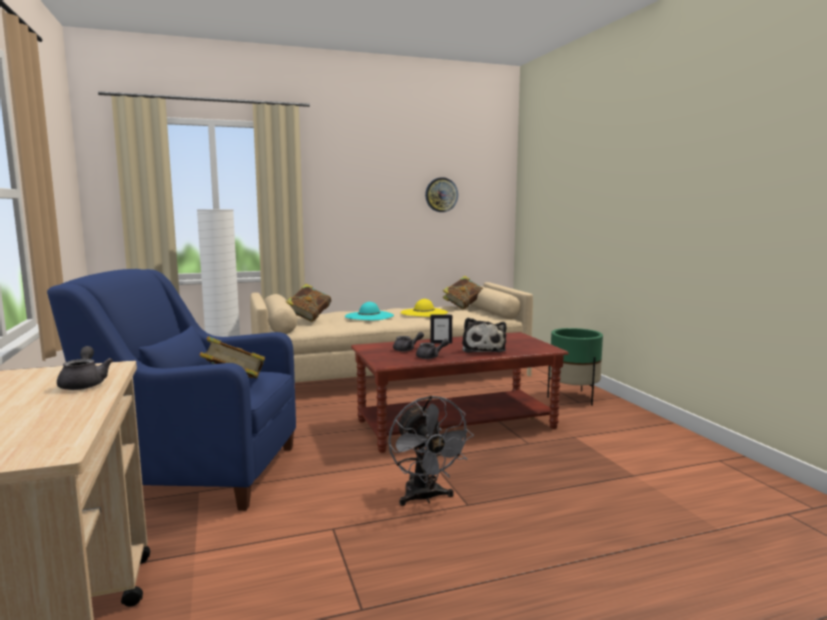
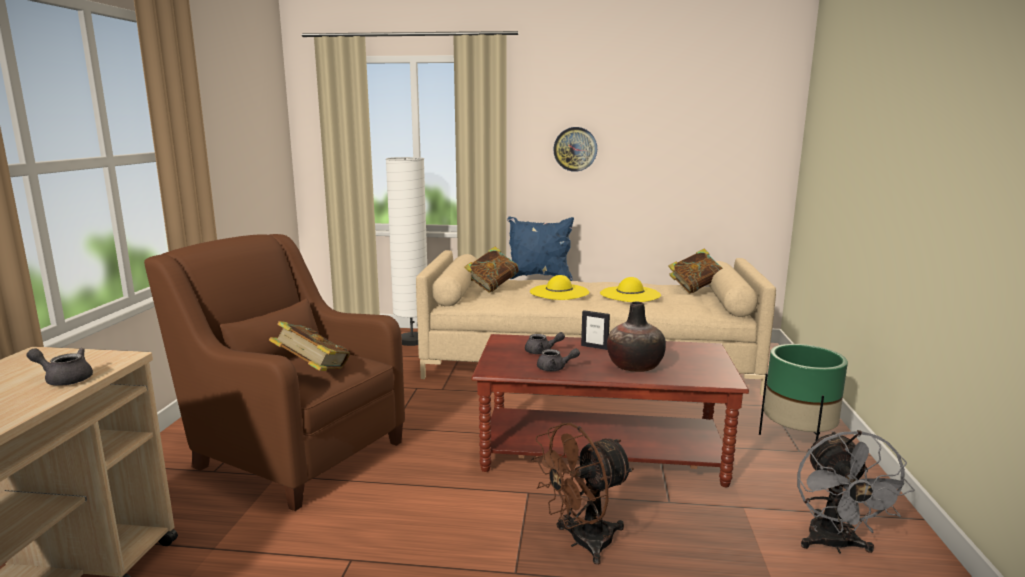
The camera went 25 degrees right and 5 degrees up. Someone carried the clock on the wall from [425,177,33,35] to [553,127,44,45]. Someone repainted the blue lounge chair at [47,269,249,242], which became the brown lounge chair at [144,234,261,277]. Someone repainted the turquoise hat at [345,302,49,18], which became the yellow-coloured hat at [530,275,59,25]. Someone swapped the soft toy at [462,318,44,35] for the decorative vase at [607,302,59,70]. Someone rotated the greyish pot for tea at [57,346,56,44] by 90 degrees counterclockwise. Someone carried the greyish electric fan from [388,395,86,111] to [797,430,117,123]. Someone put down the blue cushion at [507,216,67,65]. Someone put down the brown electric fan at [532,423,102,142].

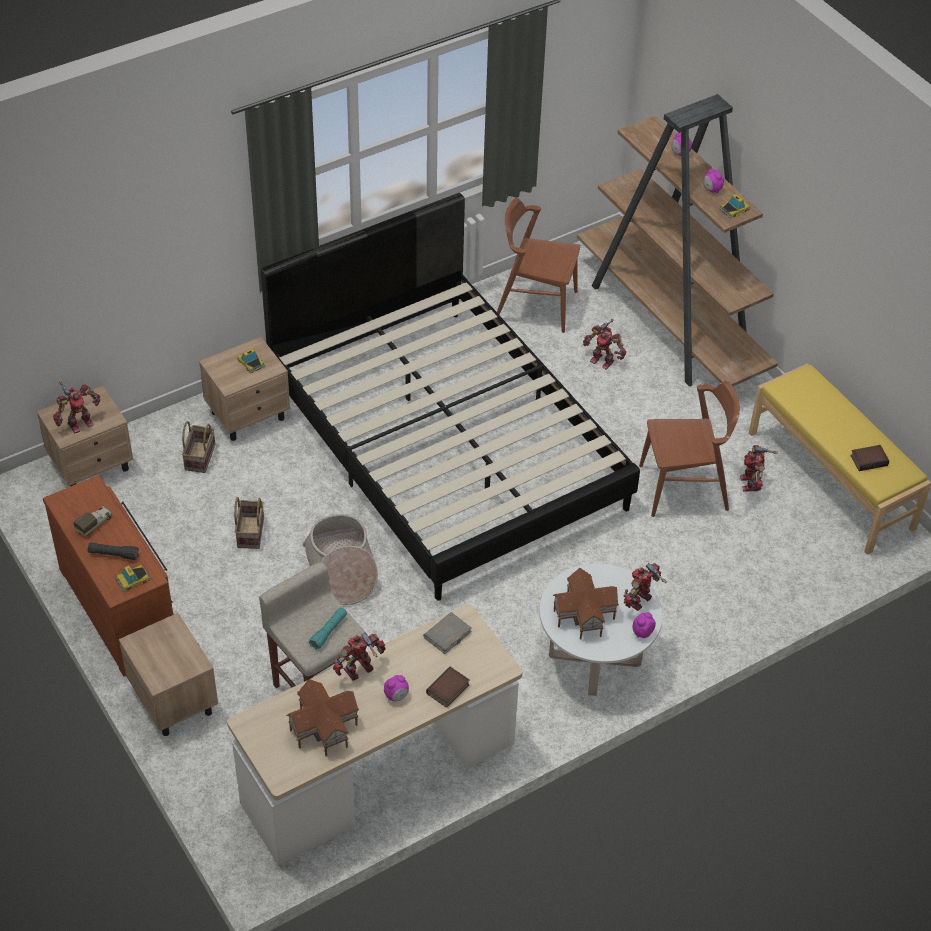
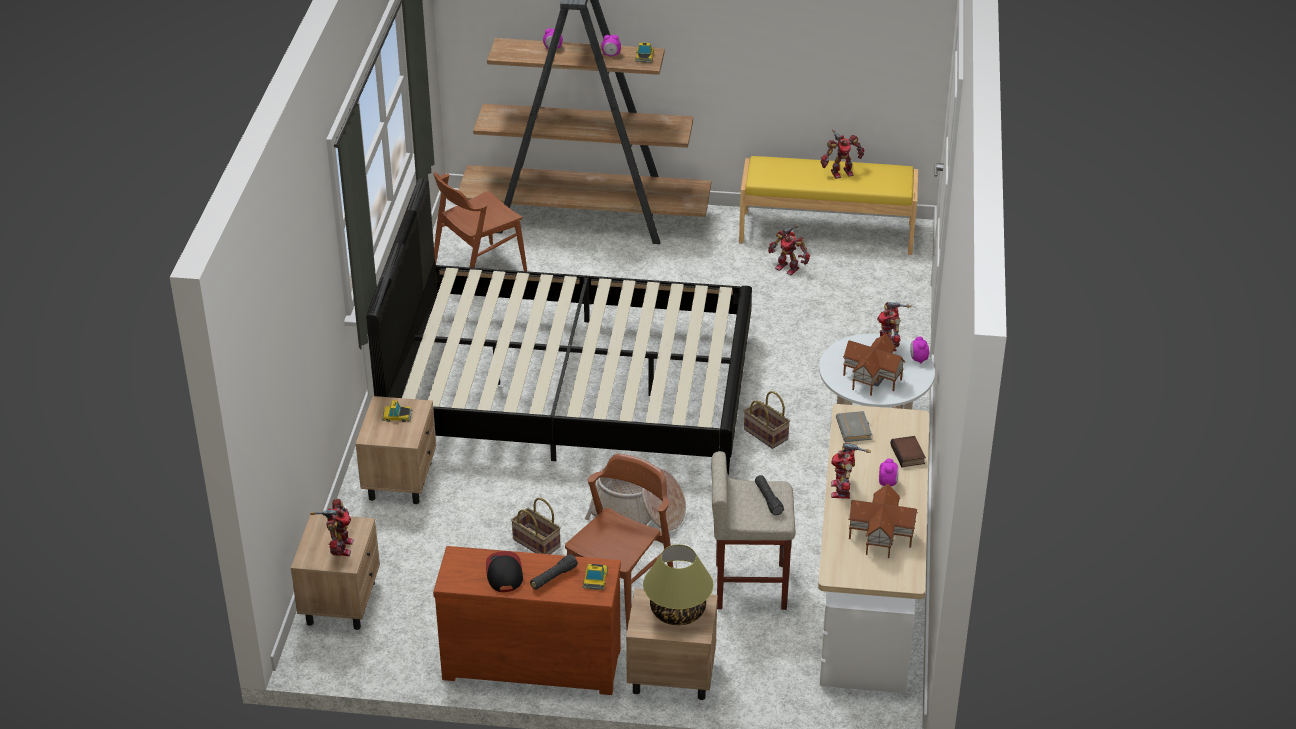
The camera went 50 degrees left and 10 degrees down. Someone carried the toy robot from [583,319,43,50] to [821,130,44,49]. Someone carried the brown plain chair from [639,381,101,136] to [565,454,108,175]. Someone carried the storage basket from [182,421,33,52] to [744,391,46,58]. Someone took away the volume at [850,445,39,26]. Someone swapped the model truck at [73,506,39,30] for the baseball cap at [486,551,37,41]. Someone repainted the turquoise hand torch at [309,607,38,43], which became the black-coloured hand torch at [755,475,29,40]. Someone put down the tabletop lamp at [643,544,70,81].

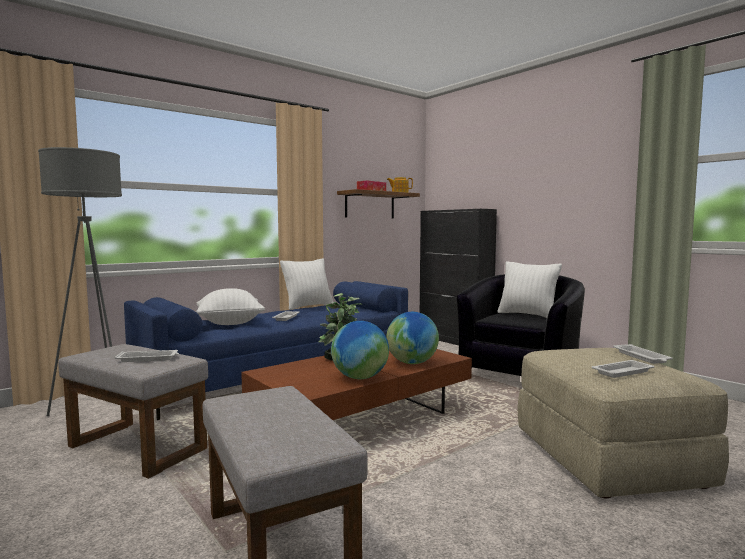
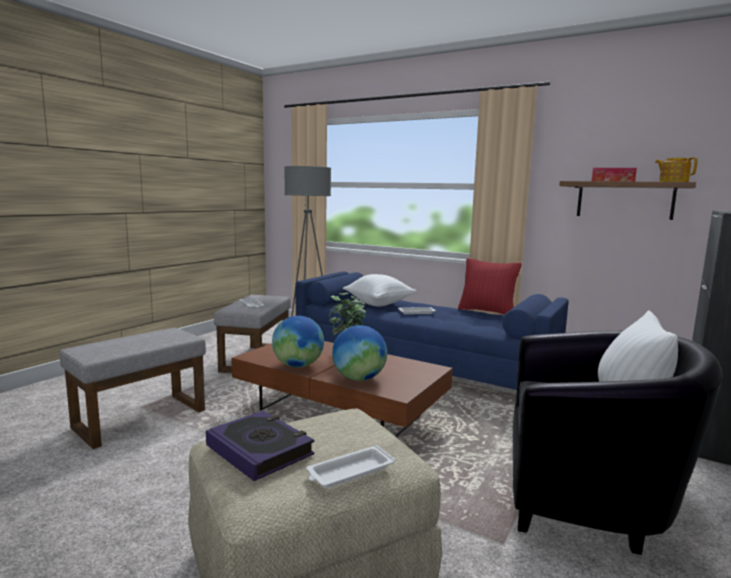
The camera went 70 degrees right and 5 degrees up. Someone repainted the white-coloured cushion at [280,258,54,52], which became the red cushion at [458,258,64,57]. Someone swapped the white-coloured carrying tray at [592,360,63,18] for the volume at [206,411,109,70].

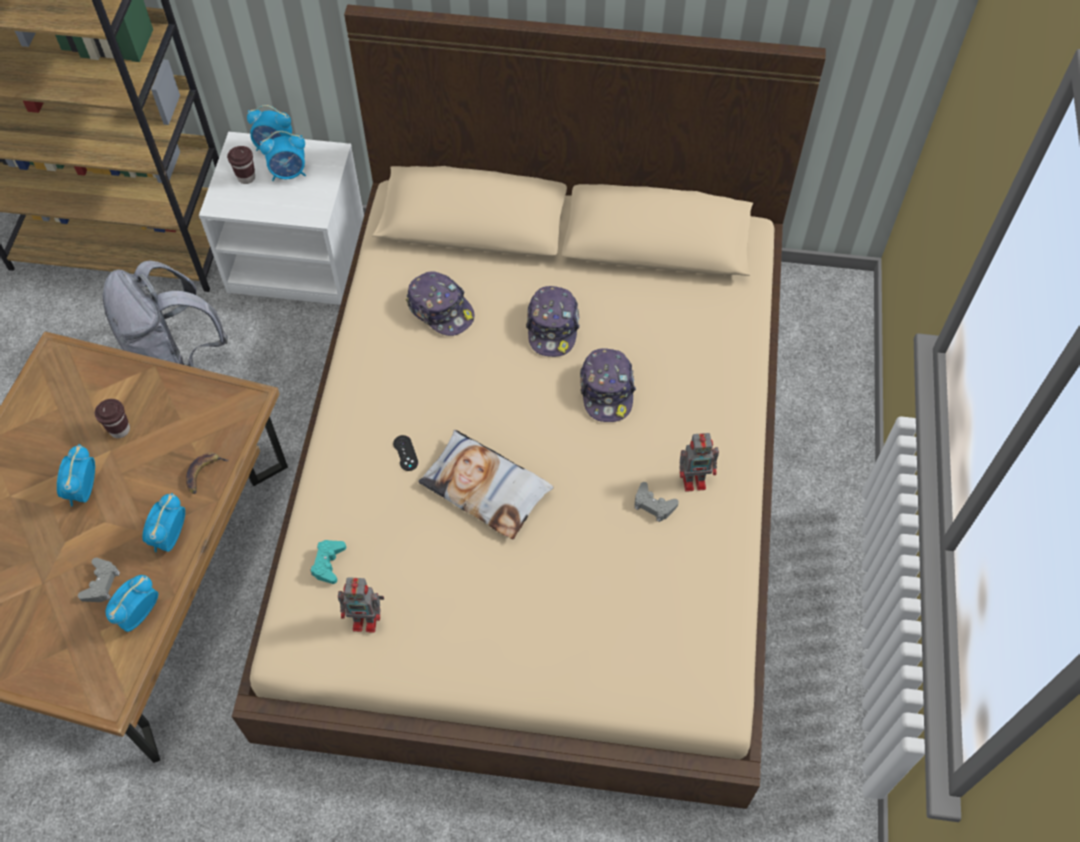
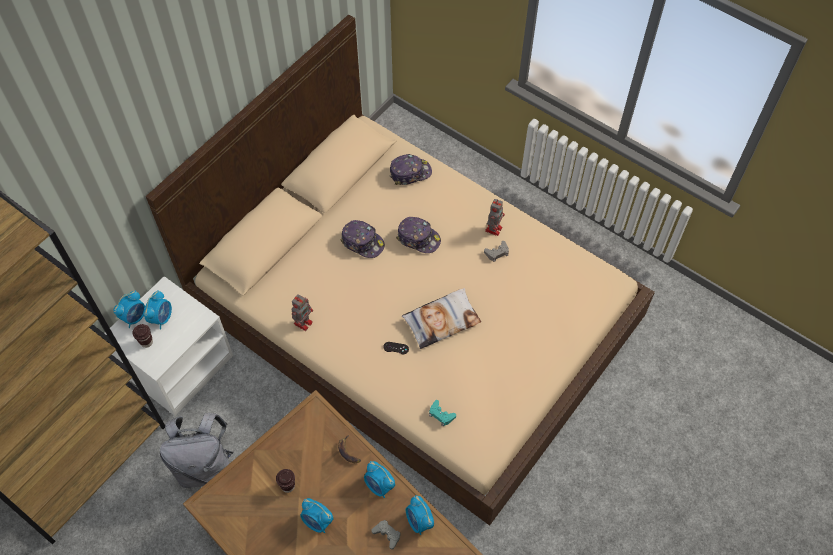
The camera went 60 degrees left and 0 degrees up. Someone carried the baseball cap from [406,271,68,65] to [390,154,42,31]. Someone carried the toy robot from [338,577,46,56] to [291,294,22,37].

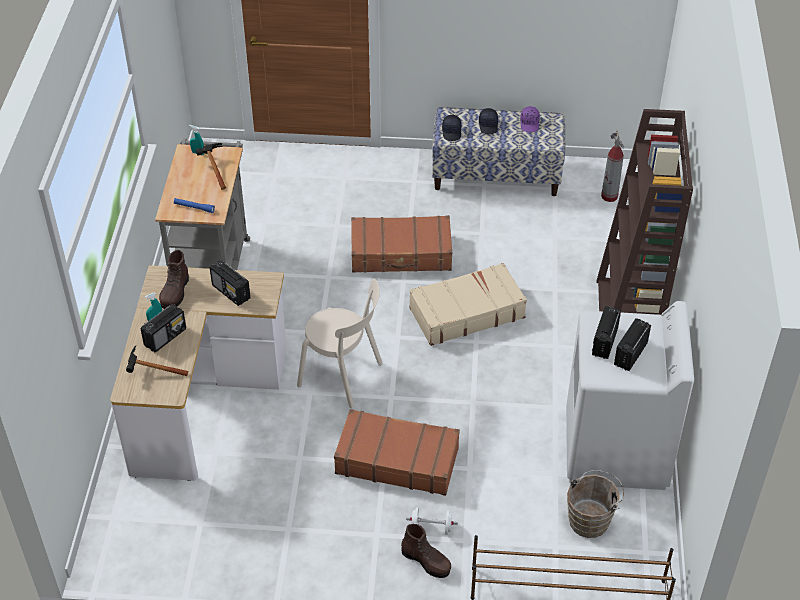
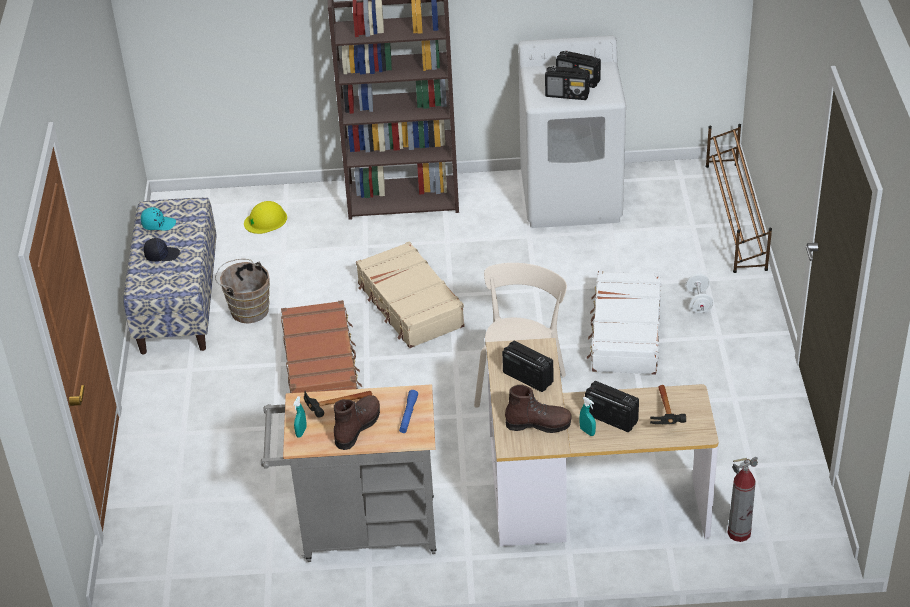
The camera went 95 degrees left and 5 degrees down. Someone repainted the purple baseball cap at [520,106,20,26], which became the turquoise baseball cap at [141,207,35,23]. Someone took away the black-coloured baseball cap at [442,115,19,26]. Someone carried the fire-fighting cylinder from [601,131,23,71] to [728,457,30,85]. Someone rotated the radio set at [210,260,41,46] by 90 degrees counterclockwise. Someone repainted the brown piece of luggage at [334,409,126,87], which became the white-coloured piece of luggage at [587,271,74,104]. Someone carried the brown bucket from [567,470,57,68] to [215,259,55,64]. Someone carried the brown boot from [401,524,50,54] to [334,395,46,55]. Someone put down the yellow-coloured work helmet at [244,201,43,33].

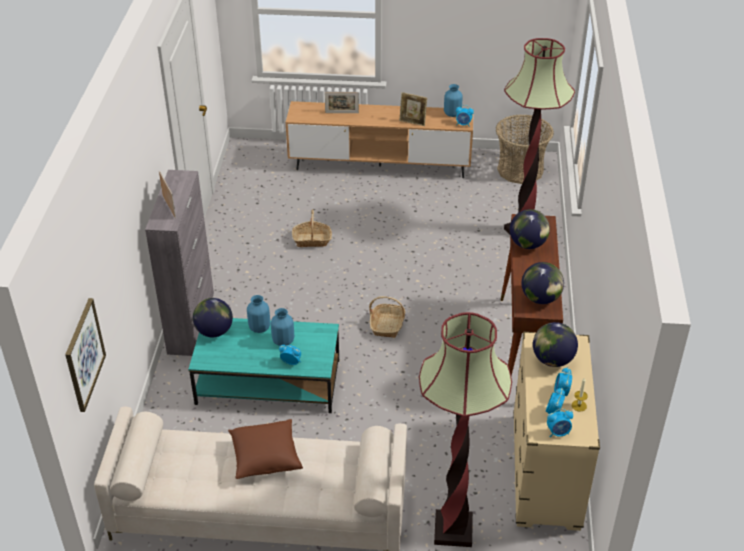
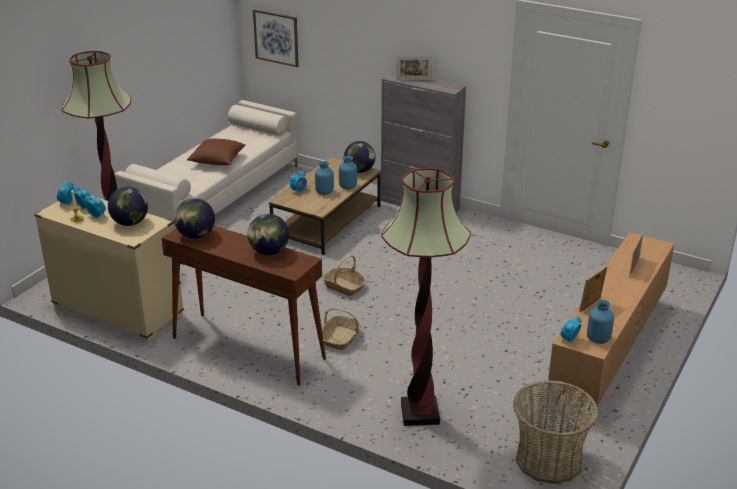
The camera went 115 degrees right and 10 degrees down. Someone carried the storage basket from [292,209,40,38] to [322,307,39,43]. Someone repainted the turquoise low table at [188,318,151,95], which became the brown low table at [269,157,112,98].

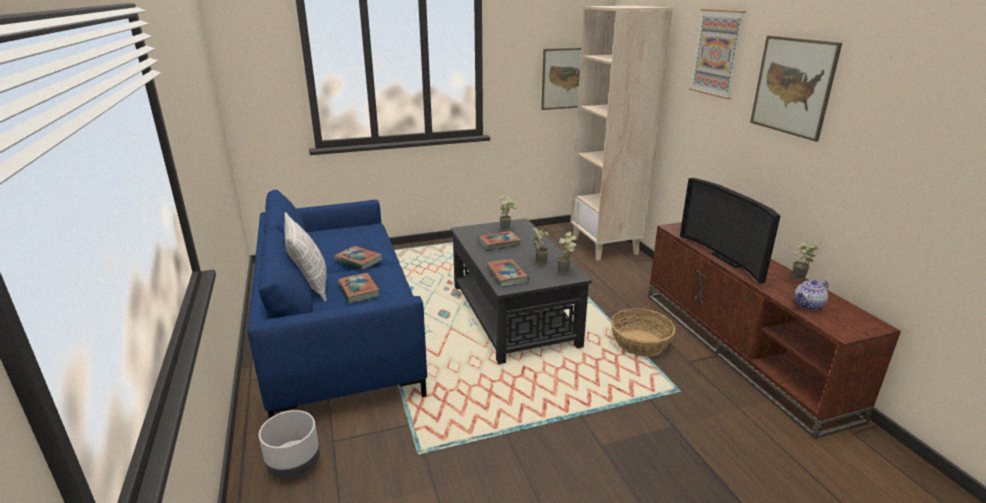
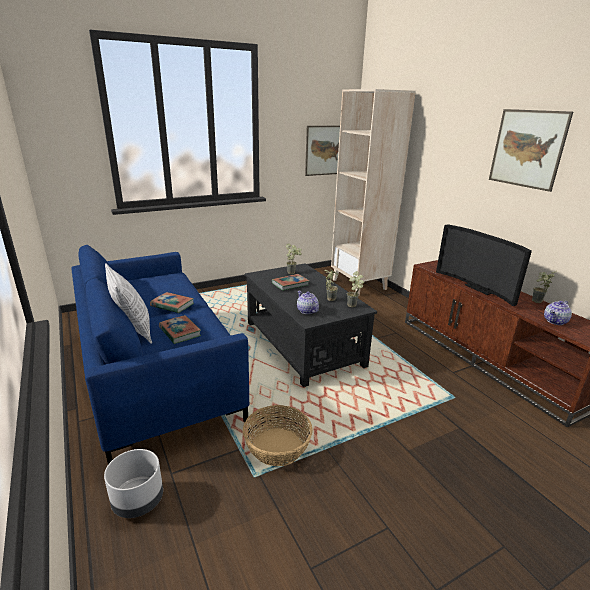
The camera went 10 degrees left and 0 degrees up. Someone took away the wall picture at [689,9,57,90]. Someone swapped the volume at [487,259,42,28] for the pot for tea at [297,291,22,23]. Someone carried the storage basket from [611,308,65,49] to [243,405,70,61].

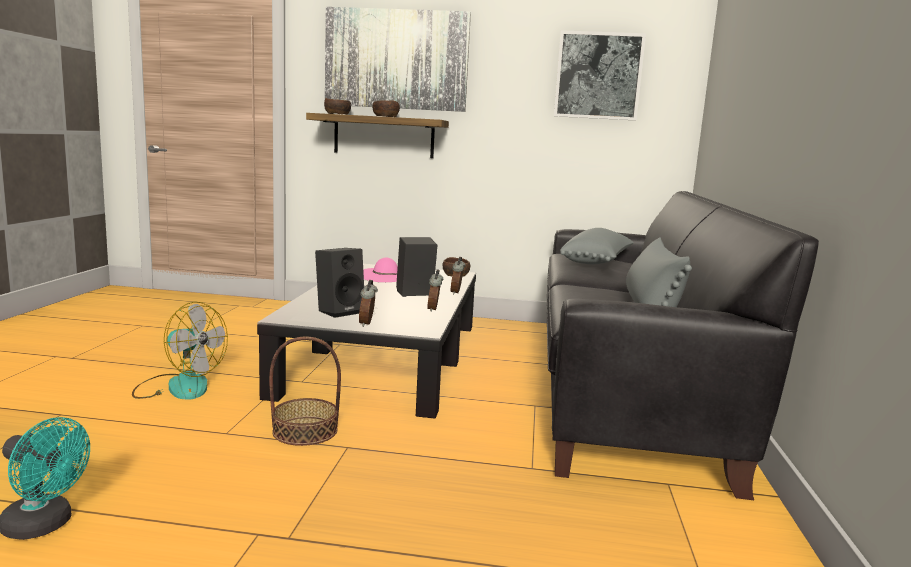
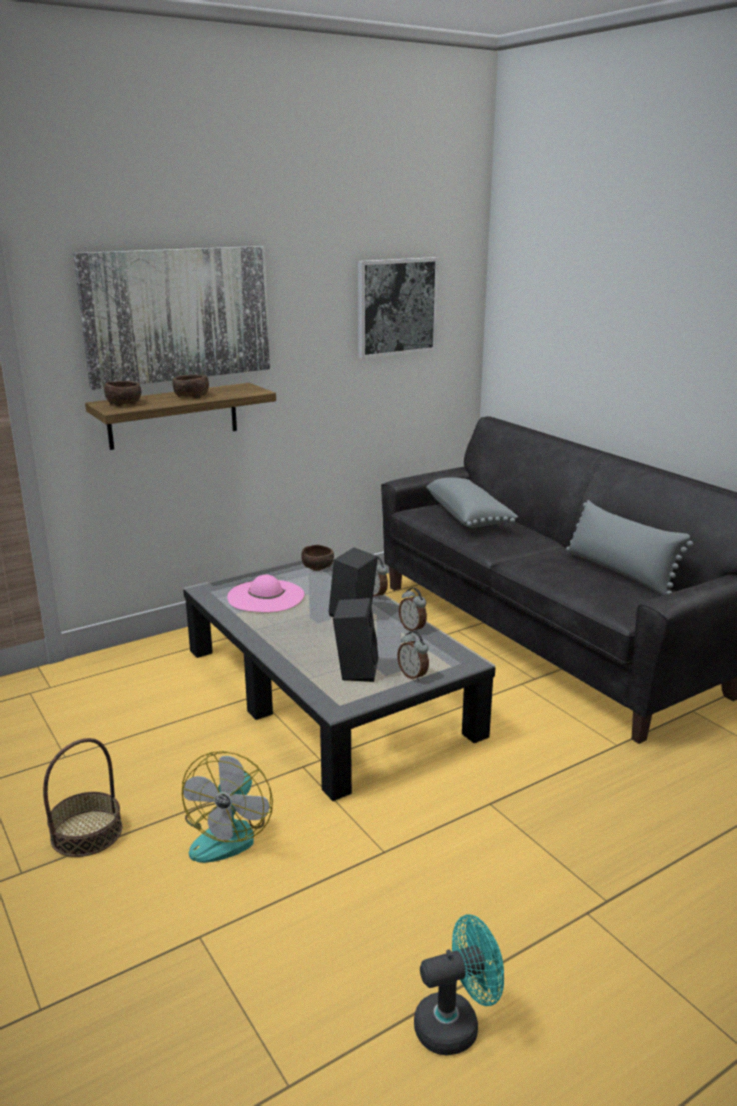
The camera went 40 degrees left and 10 degrees up. Someone rotated the electric fan at [132,302,96,98] by 120 degrees clockwise. Someone carried the storage basket from [269,336,72,110] to [43,738,79,119].

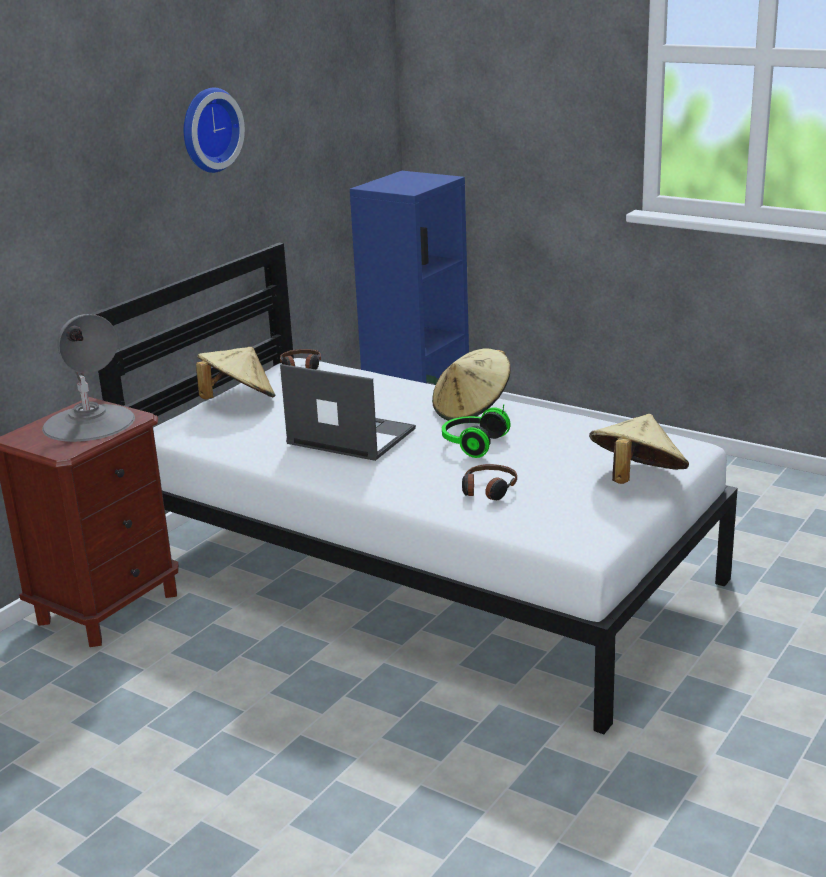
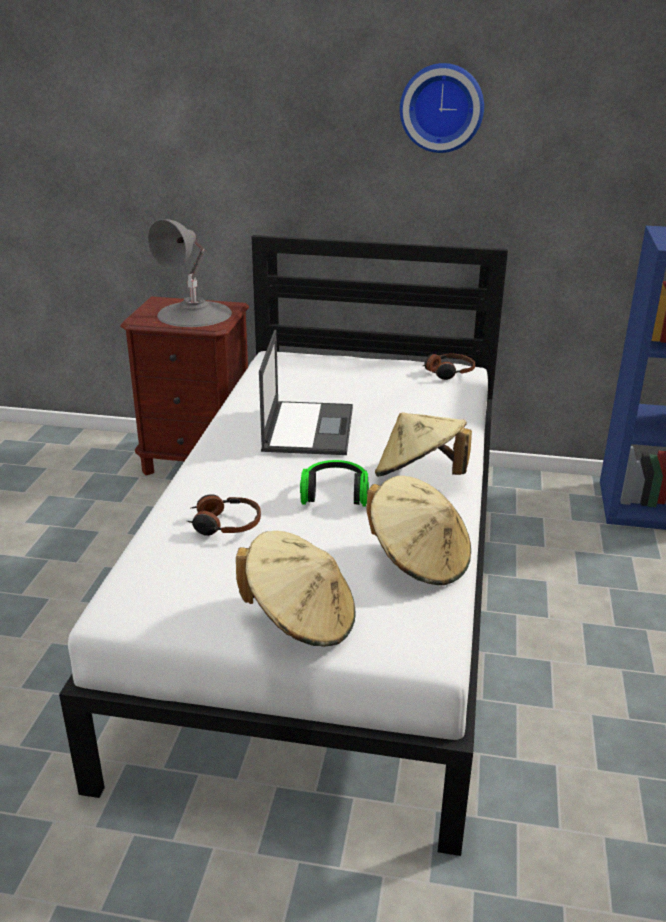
The camera went 65 degrees right and 5 degrees up. Someone carried the beige-coloured hat from [196,347,79,53] to [366,476,105,109].

